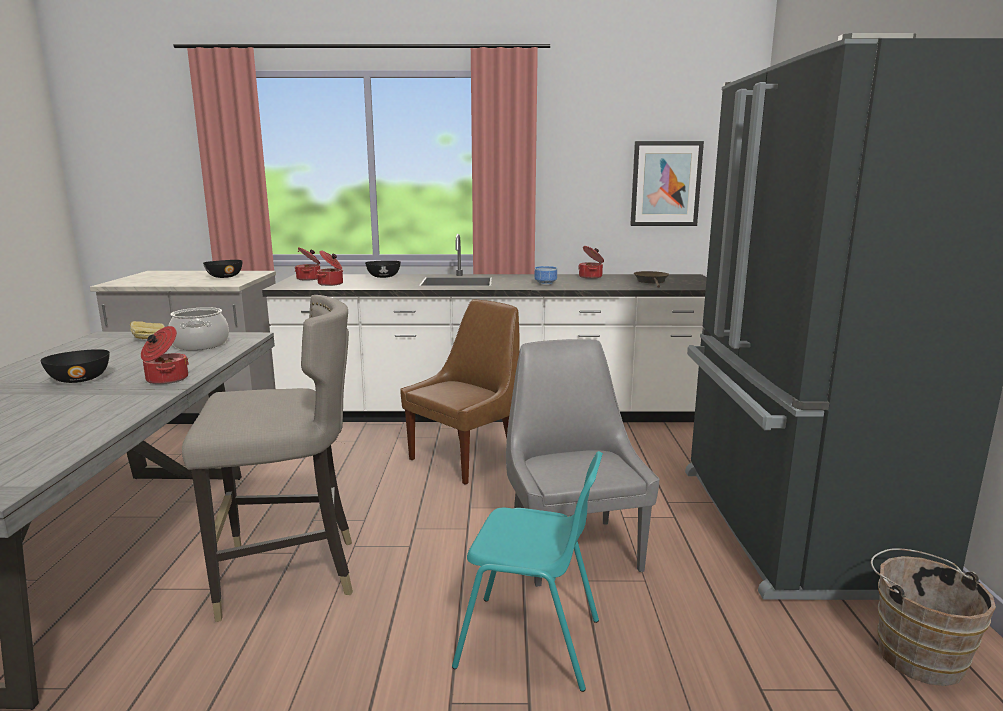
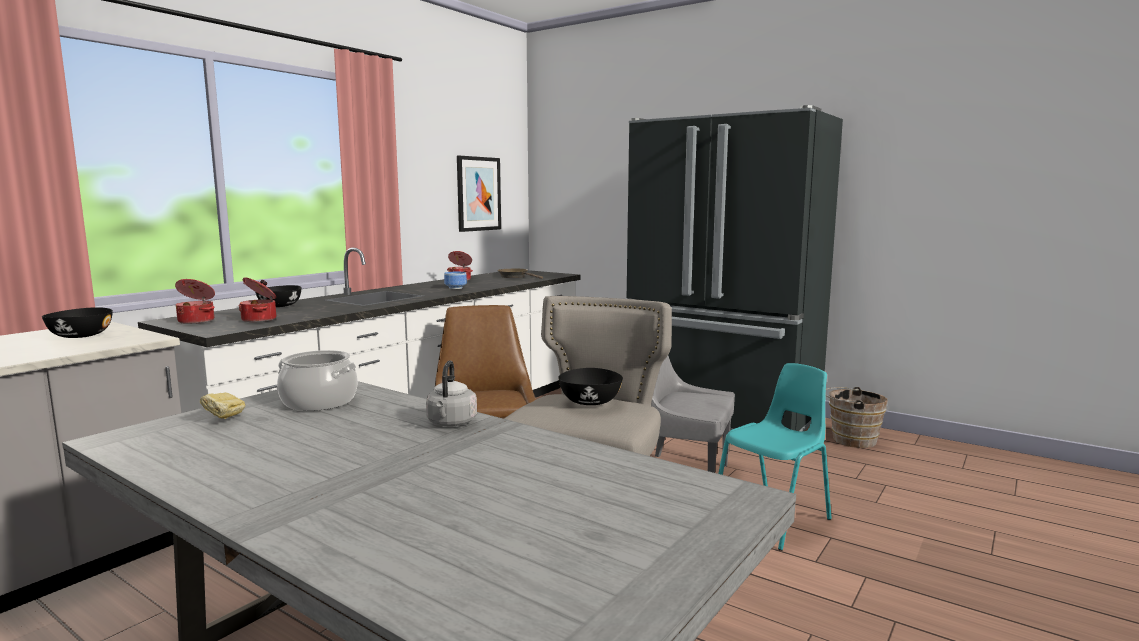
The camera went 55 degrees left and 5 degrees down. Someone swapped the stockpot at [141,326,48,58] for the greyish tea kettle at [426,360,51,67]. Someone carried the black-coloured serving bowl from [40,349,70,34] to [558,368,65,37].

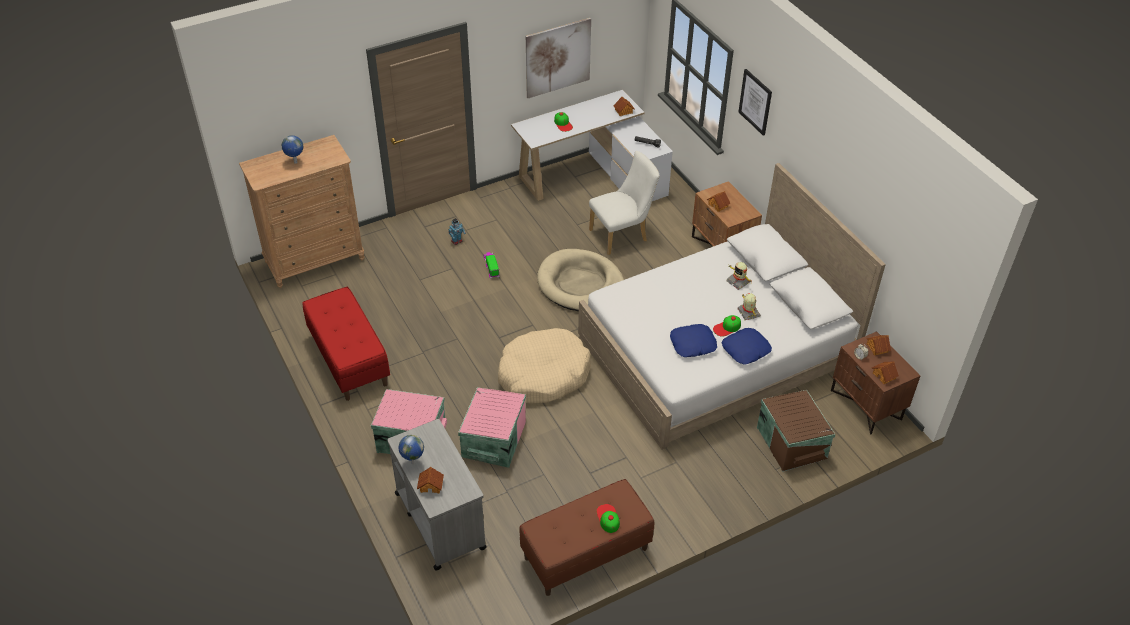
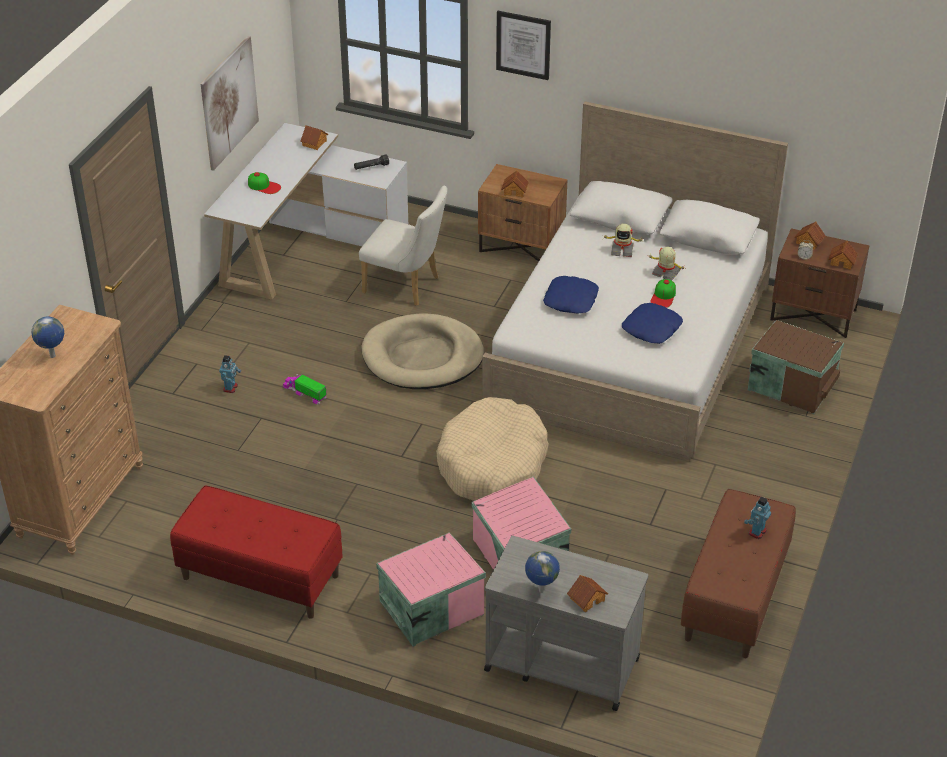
The camera went 40 degrees left and 5 degrees down. Someone rotated the white-coloured plain chair at [589,151,70,104] by 90 degrees clockwise. Someone carried the blue cushion from [722,328,50,37] to [543,276,56,38]. Someone swapped the baseball cap at [596,504,24,29] for the toy robot at [744,497,27,42].

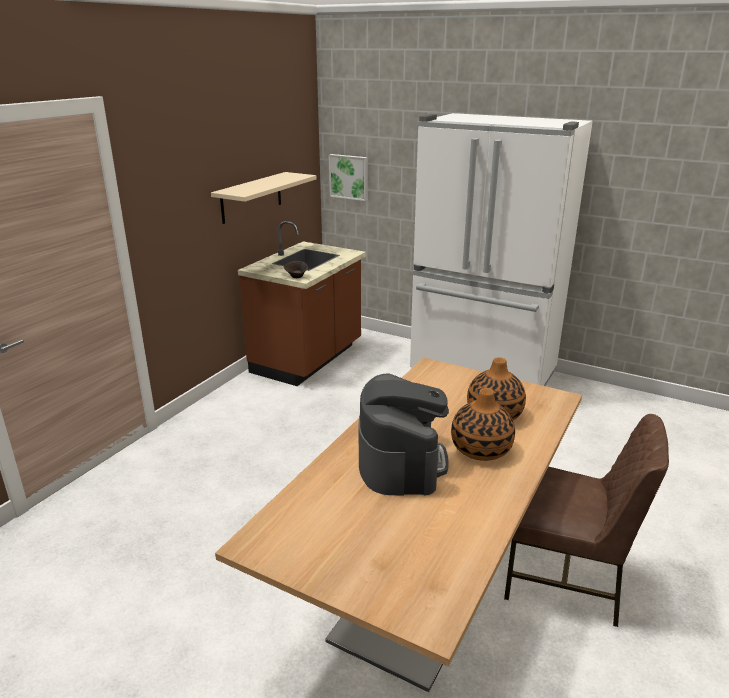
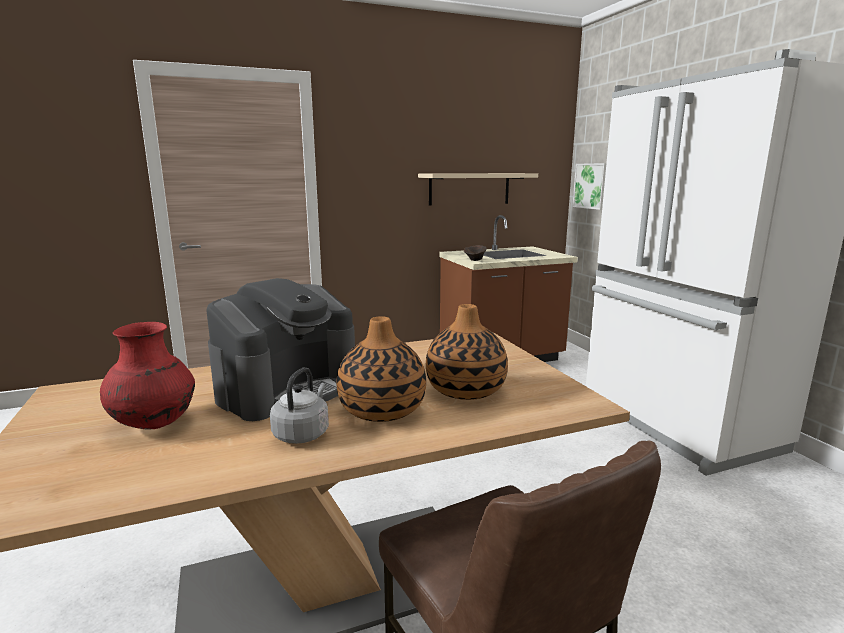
The camera went 40 degrees right and 10 degrees down. Someone put down the red decorative vase at [100,322,95,107]. Someone put down the greyish tea kettle at [270,367,59,77].

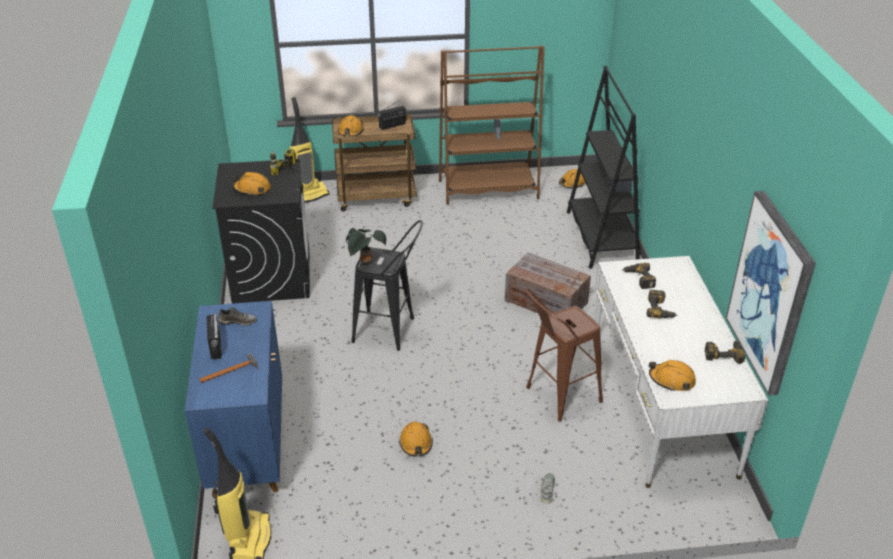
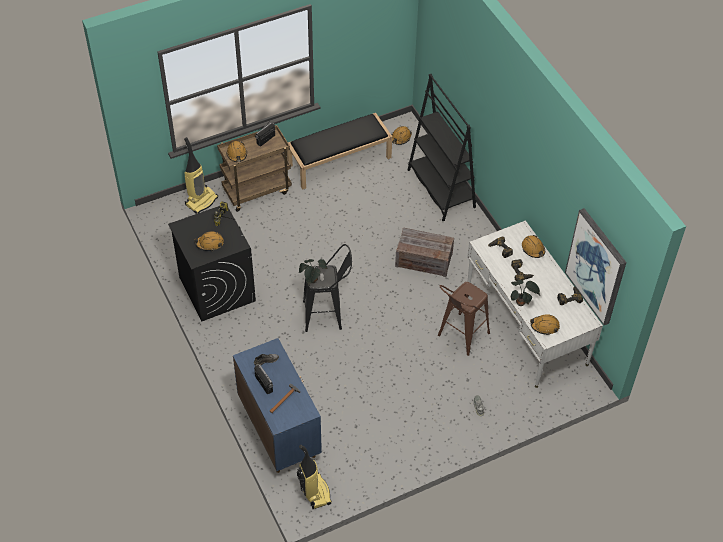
The camera went 20 degrees left and 15 degrees up. Someone swapped the brown shelving unit at [439,46,105,159] for the black-coloured indoor bench at [287,113,105,77]. Someone carried the orange work helmet from [399,422,34,35] to [522,235,23,23]. Someone put down the plant in a pot at [511,279,29,27].

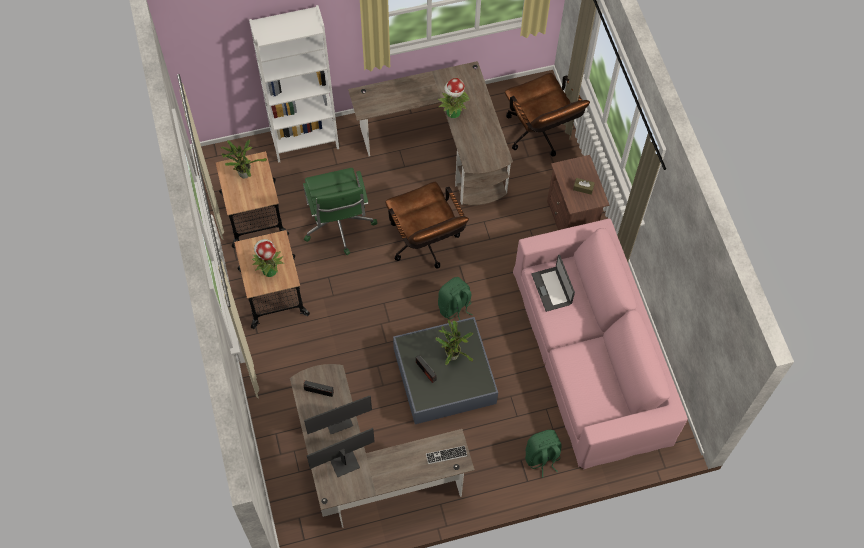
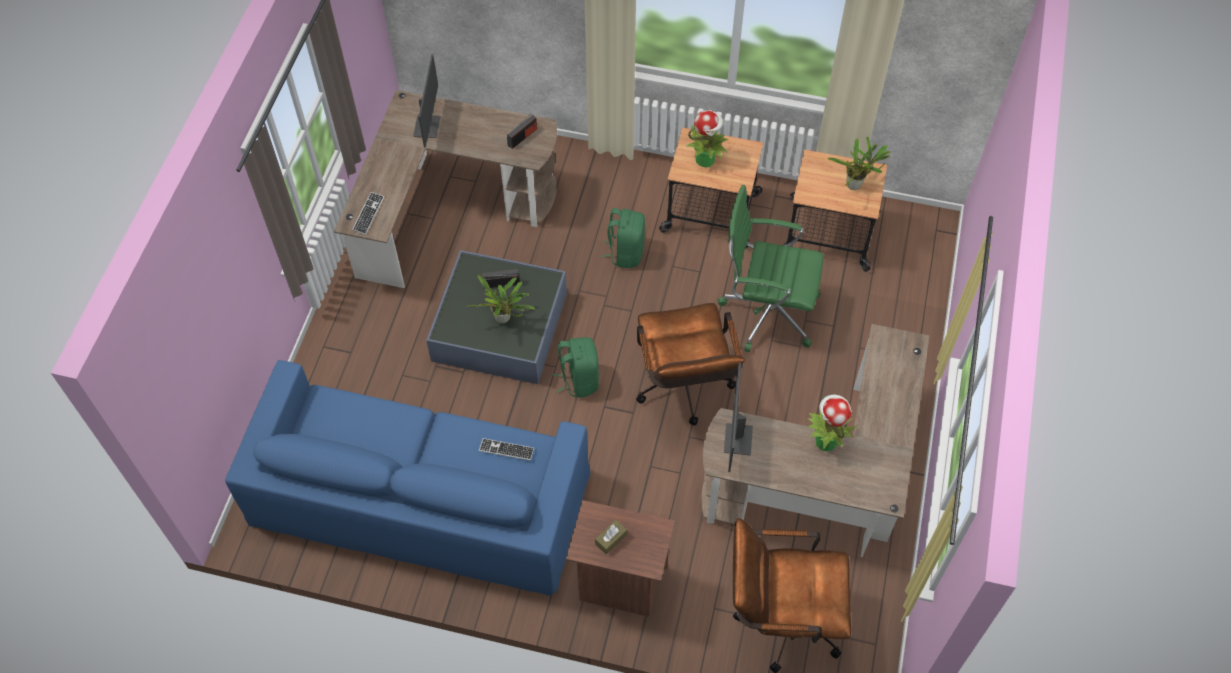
The camera went 120 degrees right and 5 degrees down. Someone took away the white-coloured shelving unit at [249,5,90,158]. Someone rotated the brown computer chair at [385,182,84,87] by 105 degrees counterclockwise. Someone repainted the pinkish sofa at [513,218,175,252], which became the blue sofa at [225,360,365,236]. Someone swapped the laptop at [531,255,44,57] for the PC keyboard at [479,438,55,23]. Someone carried the computer display from [304,396,68,38] to [724,363,29,109]. Someone carried the greenish backpack from [525,430,37,47] to [601,208,44,60].

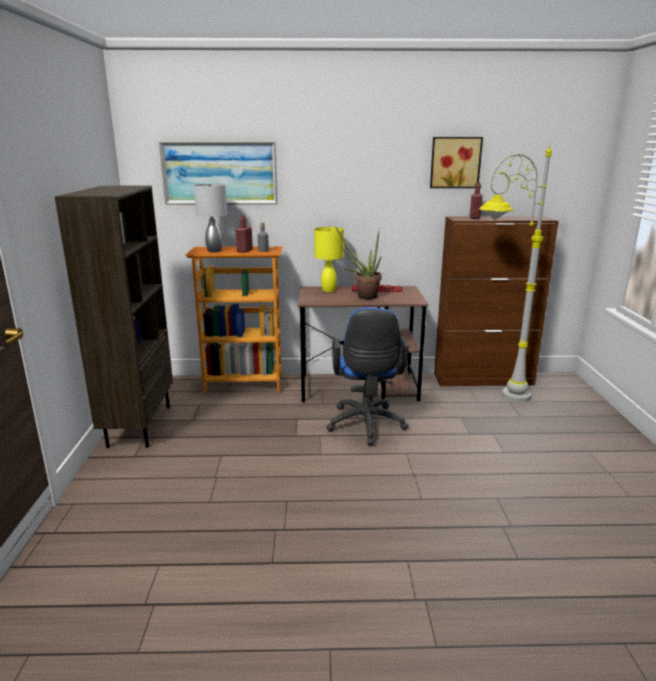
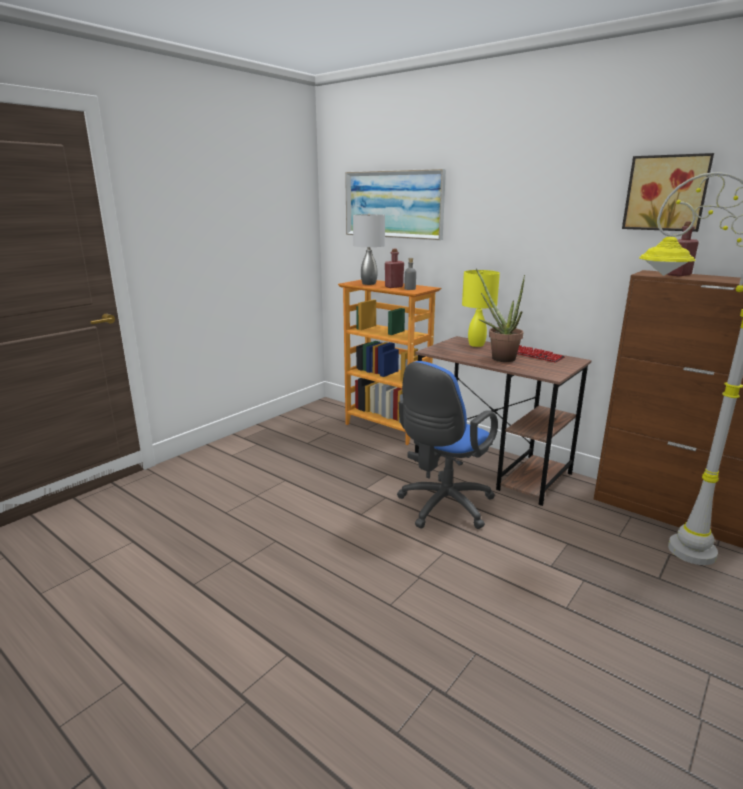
The camera went 40 degrees right and 0 degrees up. Someone took away the brown shelving unit at [55,186,118,262].

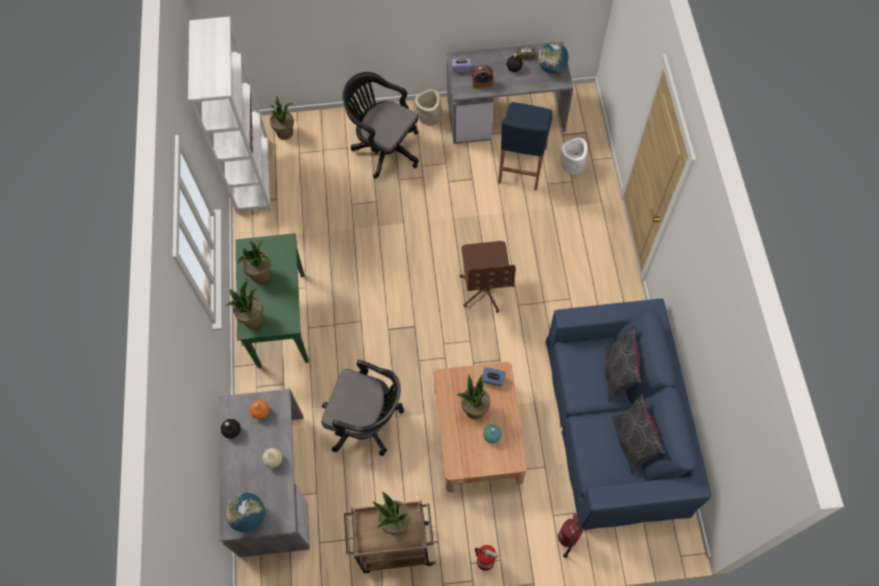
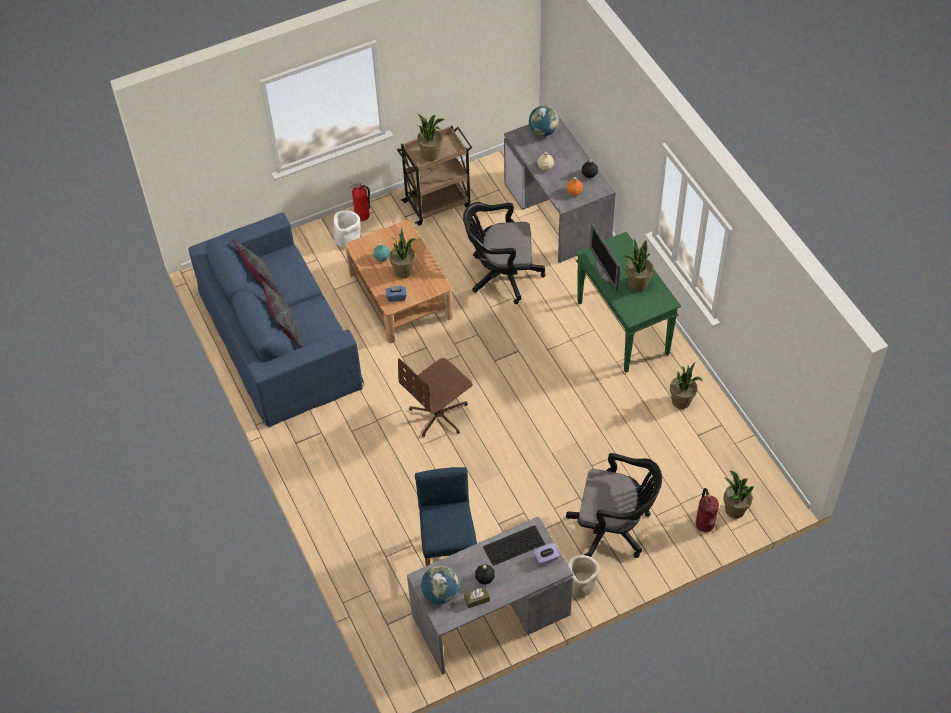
The camera went 160 degrees right and 10 degrees down. Someone took away the white-coloured shelving unit at [188,17,84,197]. Someone swapped the bedside clock at [472,65,22,23] for the PC keyboard at [483,525,62,41]. Someone carried the white-coloured plant pot from [560,138,28,37] to [333,210,28,38]. Someone rotated the brown computer chair at [460,241,56,72] by 105 degrees counterclockwise. Someone carried the plant in a pot from [225,279,38,50] to [670,362,33,47]. Someone carried the fire-fighting cylinder from [558,514,25,44] to [695,488,24,44]. Someone put down the computer display at [590,223,30,68].

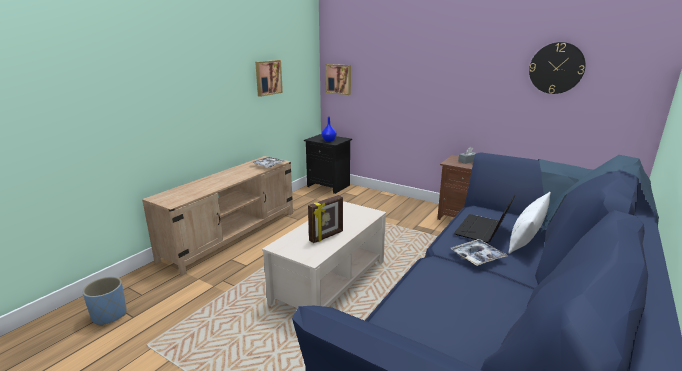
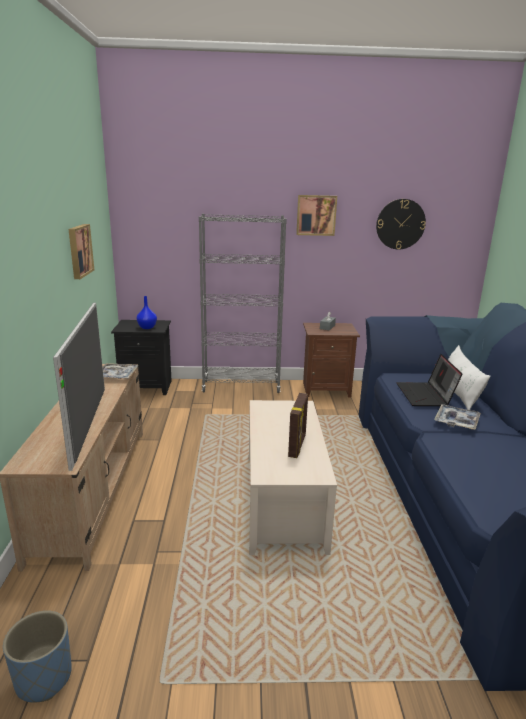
The camera went 35 degrees left and 0 degrees up. Someone carried the wall picture from [325,64,26,31] to [296,195,41,41]. Someone put down the greyish shelving unit at [199,214,88,179]. Someone put down the TV set at [53,303,52,168].

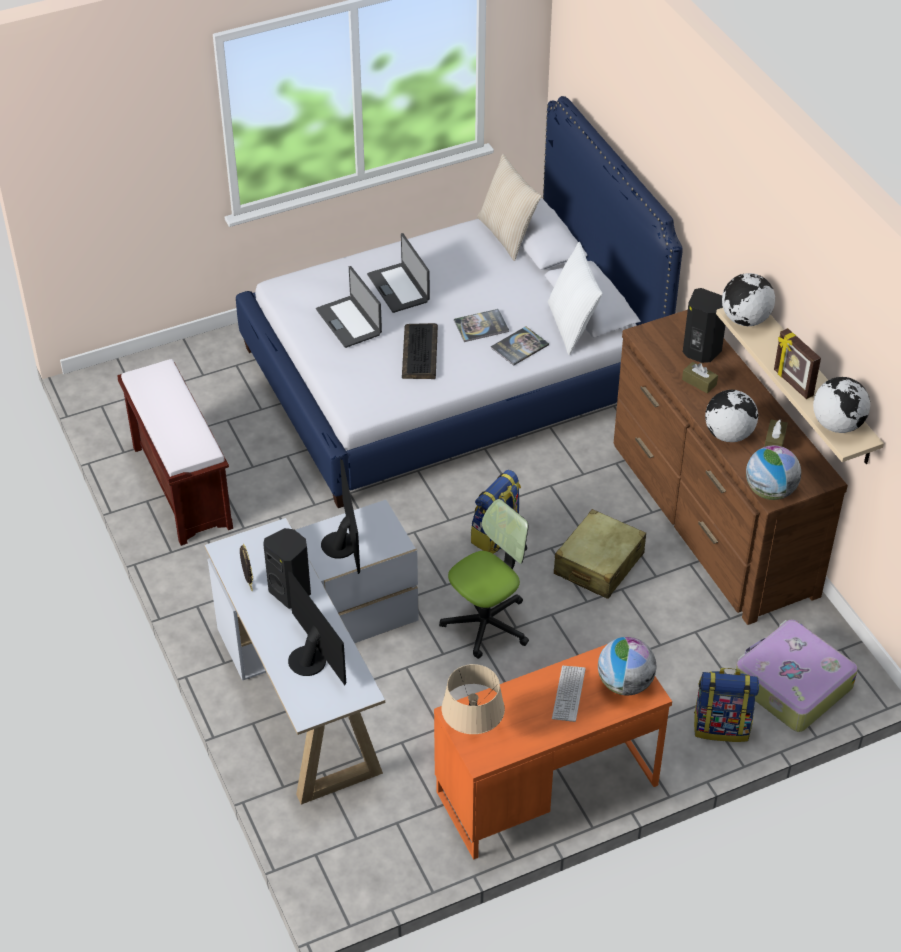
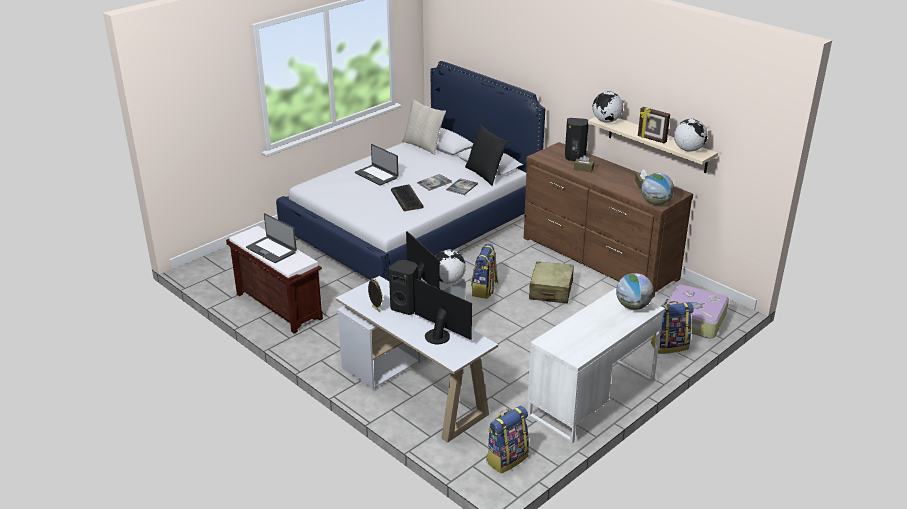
The camera went 20 degrees left and 15 degrees down. Someone repainted the white-coloured cushion at [548,242,55,113], which became the black-coloured cushion at [465,124,43,62]. Someone carried the laptop from [316,266,66,82] to [246,213,51,50]. Someone carried the globe from [705,390,53,52] to [436,250,30,34]. Someone took away the computer chair at [439,499,90,160]. Someone repainted the orange desk table at [434,644,238,216], which became the white-coloured desk table at [528,287,137,156]. Someone took away the beige-coloured tabletop lamp at [442,664,63,70]. Someone took away the PC keyboard at [552,666,34,56]. Someone put down the backpack at [487,406,42,67].

